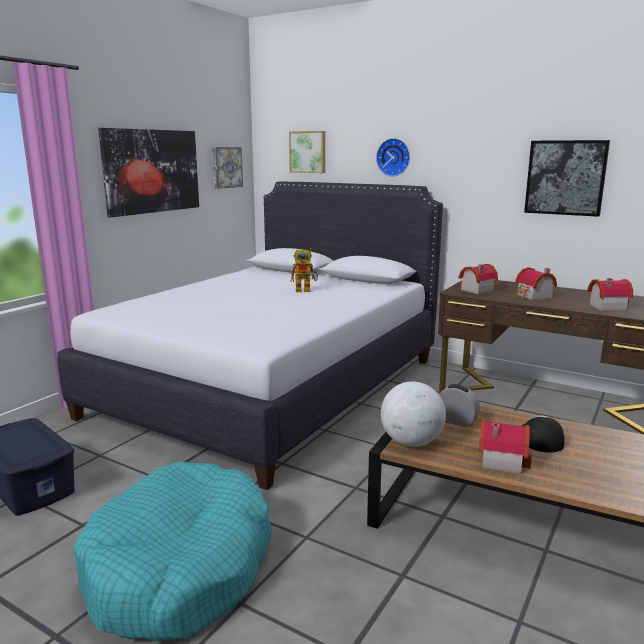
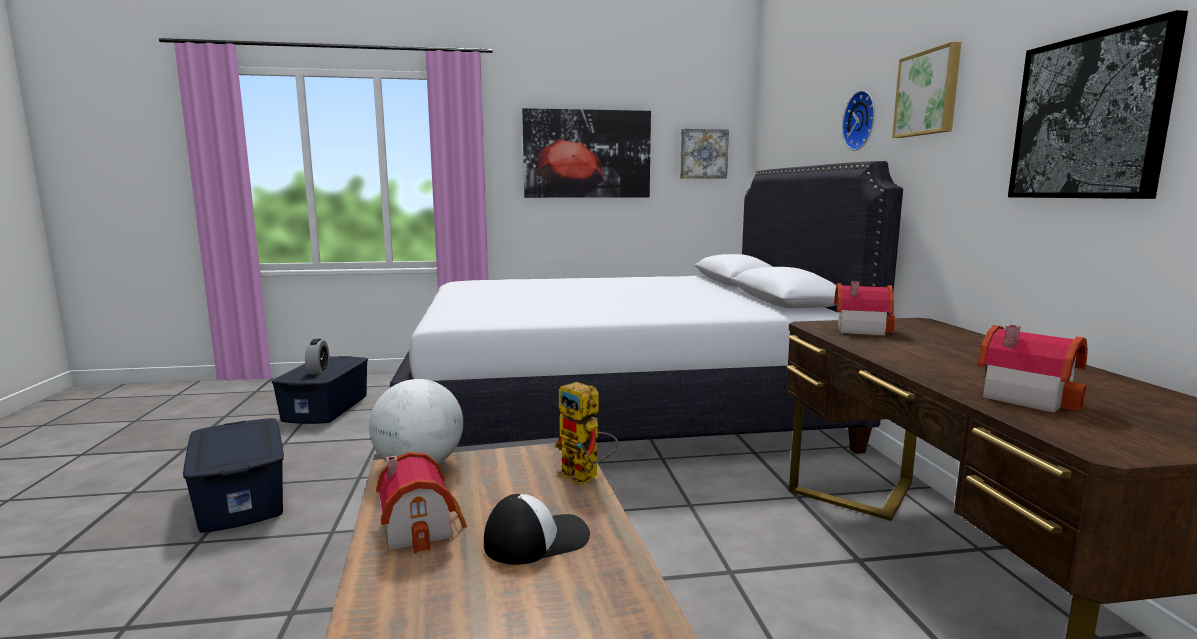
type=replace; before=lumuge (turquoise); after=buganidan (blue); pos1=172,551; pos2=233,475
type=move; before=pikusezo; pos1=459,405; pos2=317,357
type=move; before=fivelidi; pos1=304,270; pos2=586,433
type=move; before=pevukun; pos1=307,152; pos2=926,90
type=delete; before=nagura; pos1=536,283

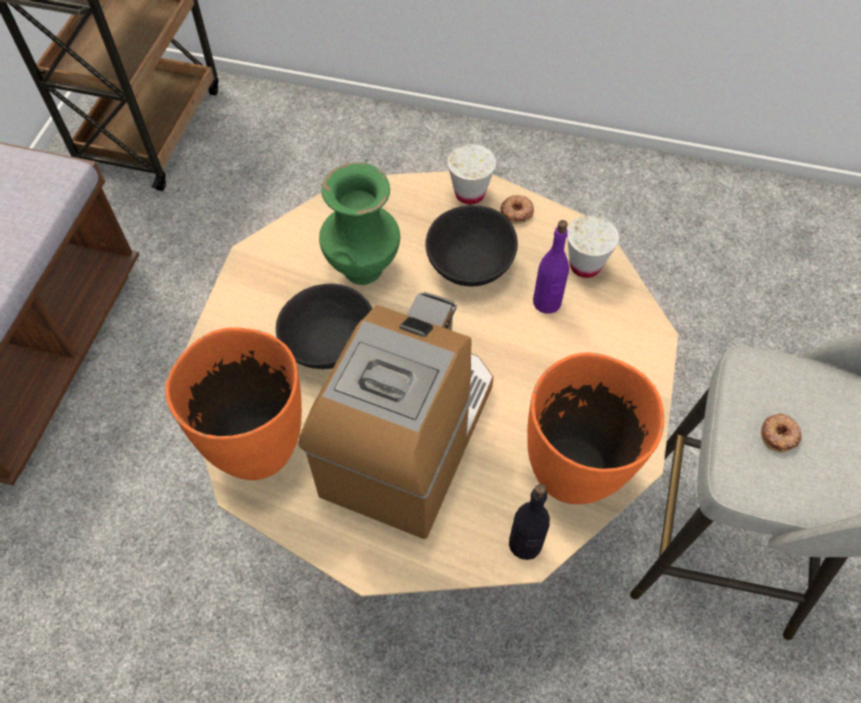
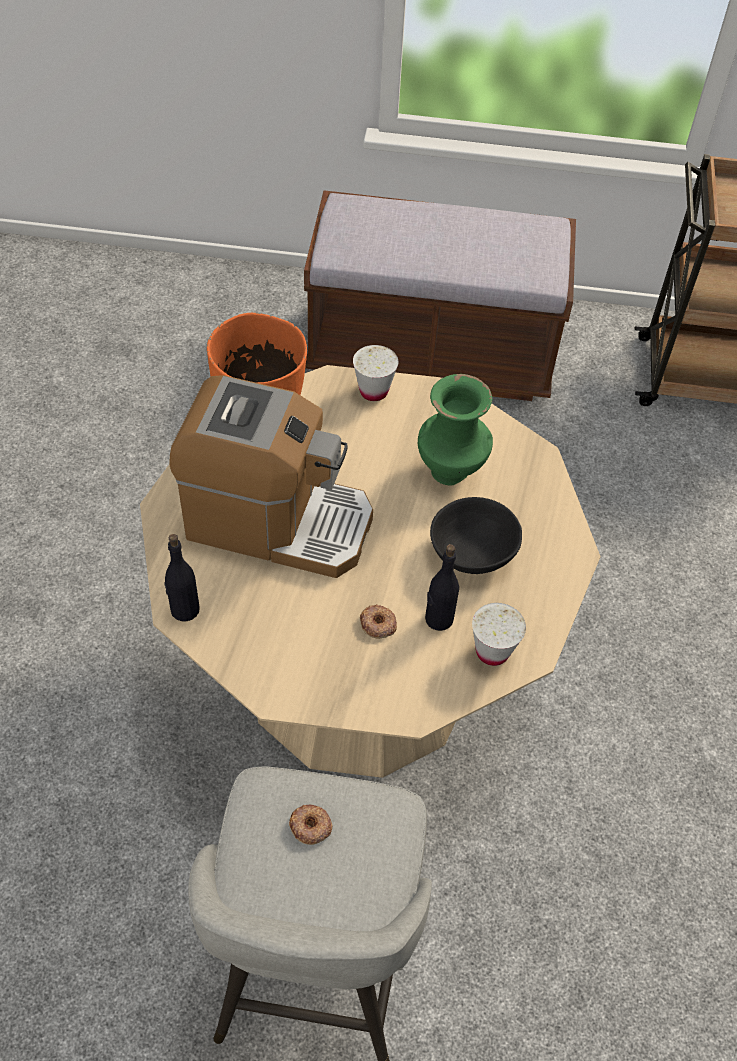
type=move; before=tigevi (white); pos1=471,174; pos2=375,373
type=move; before=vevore; pos1=517,209; pos2=378,621
type=recolor; before=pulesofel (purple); after=pulesofel (black); pos1=551,267; pos2=442,587
type=delete; before=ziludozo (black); pos1=324,326
type=delete; before=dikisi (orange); pos1=595,428

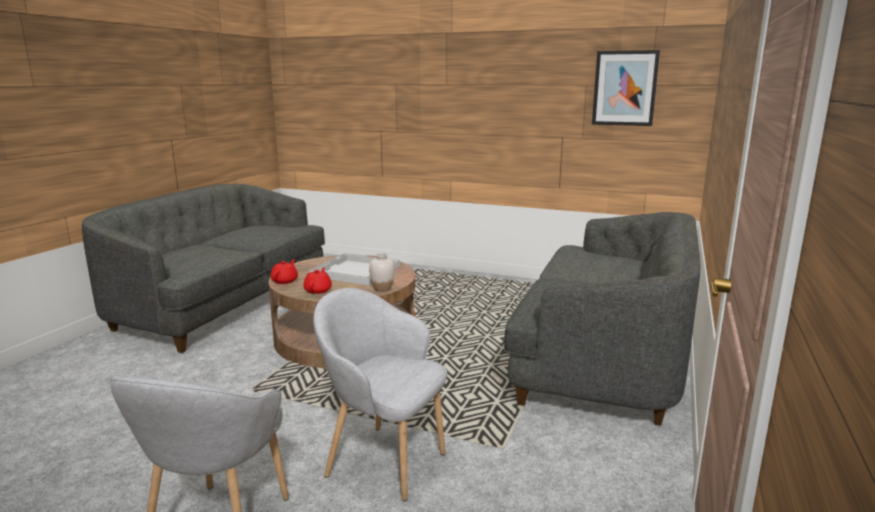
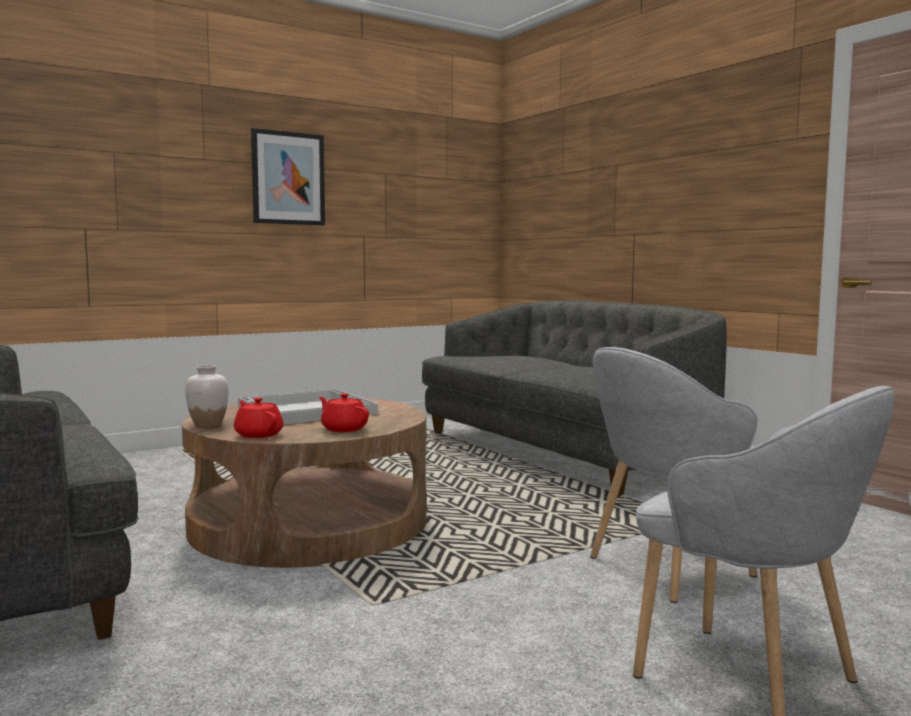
type=move; before=dikisi (white); pos1=382,272; pos2=207,396
type=move; before=pevukun; pos1=626,88; pos2=288,177

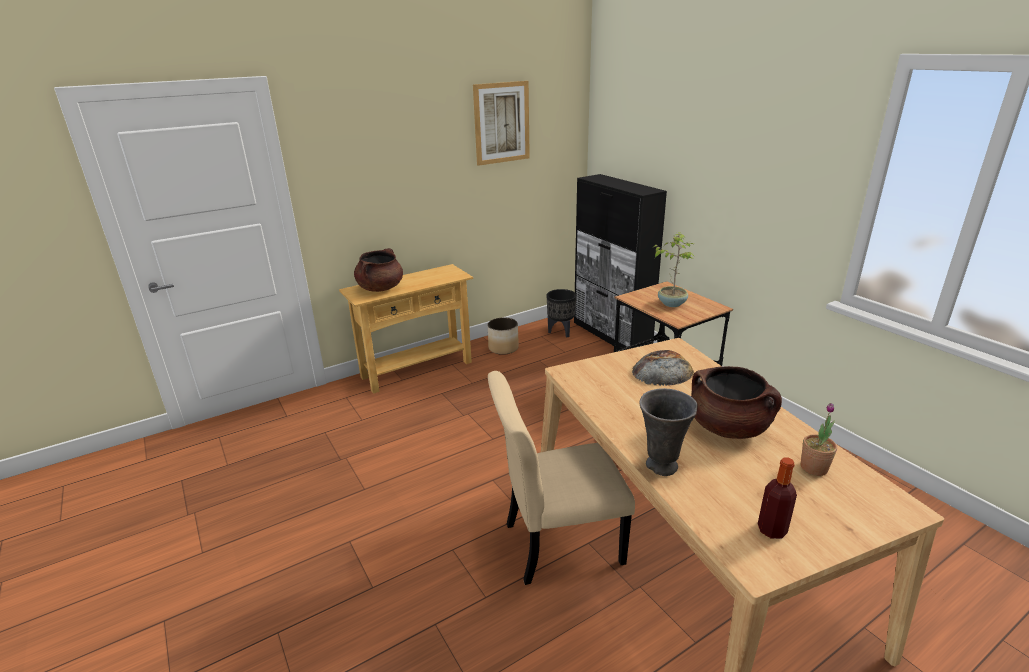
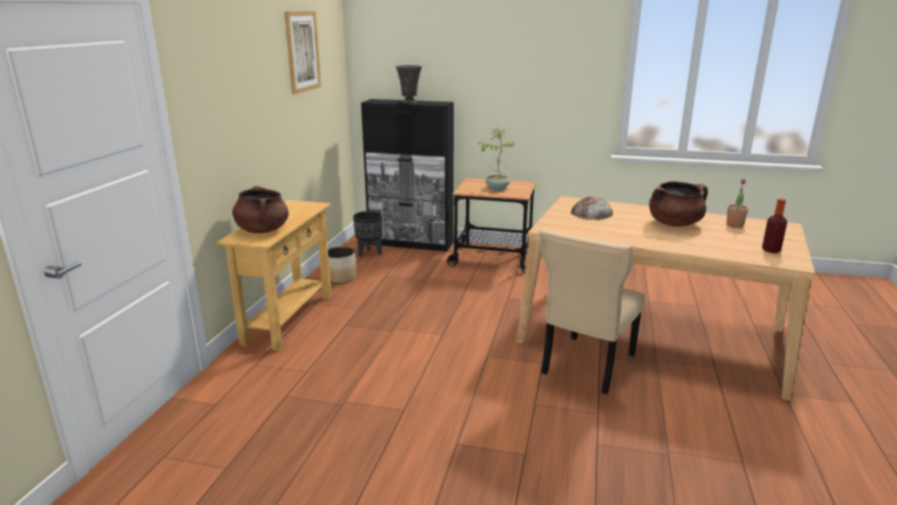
type=move; before=dikisi (grey); pos1=668,432; pos2=409,84

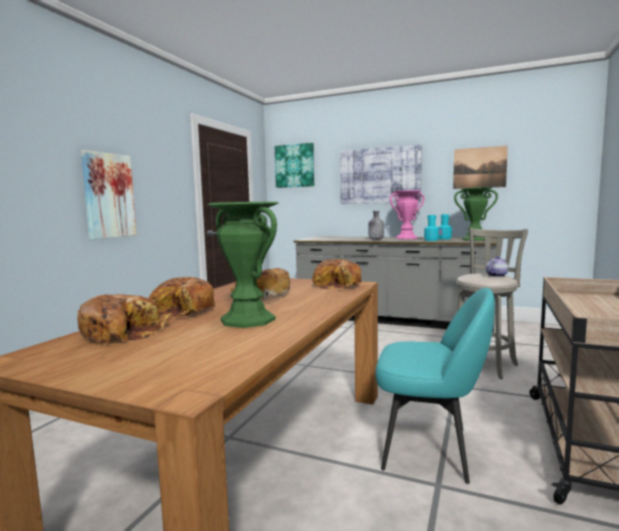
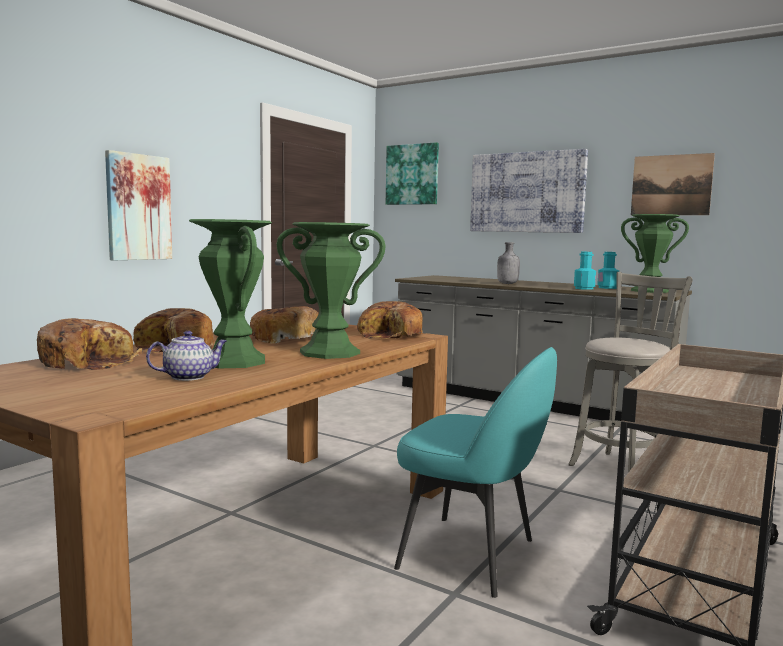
type=move; before=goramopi; pos1=497,266; pos2=186,356
type=insert; after=dikisi (green); pos2=331,290
type=delete; before=dikisi (pink); pos1=407,214

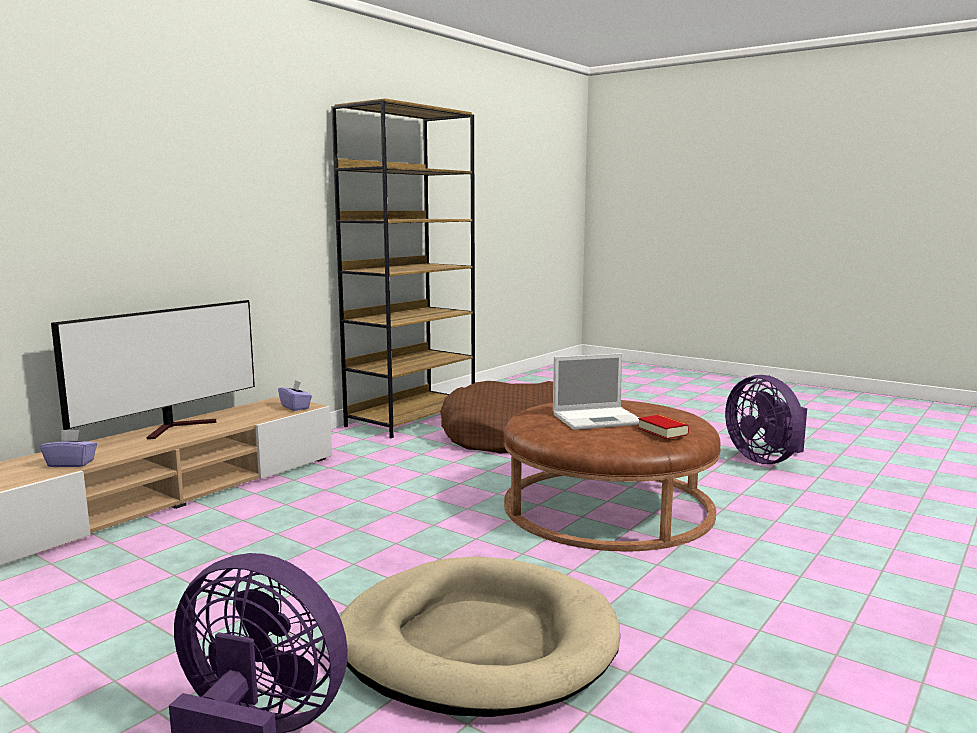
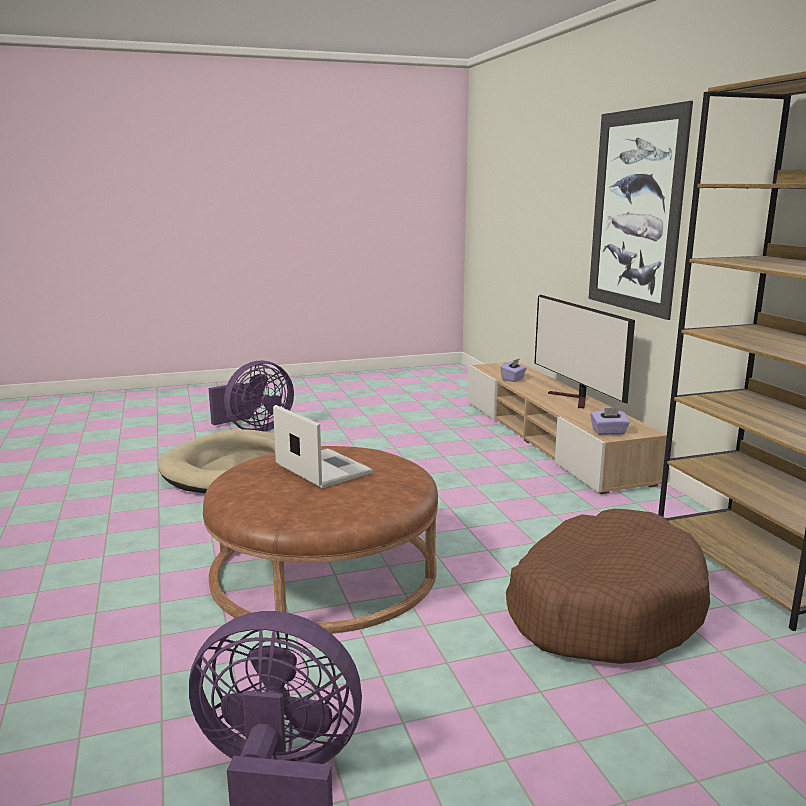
type=rotate; before=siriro; pos1=596,391; pos2=323,446; turn=120
type=insert; after=pevukun; pos2=640,210
type=delete; before=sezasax; pos1=663,427

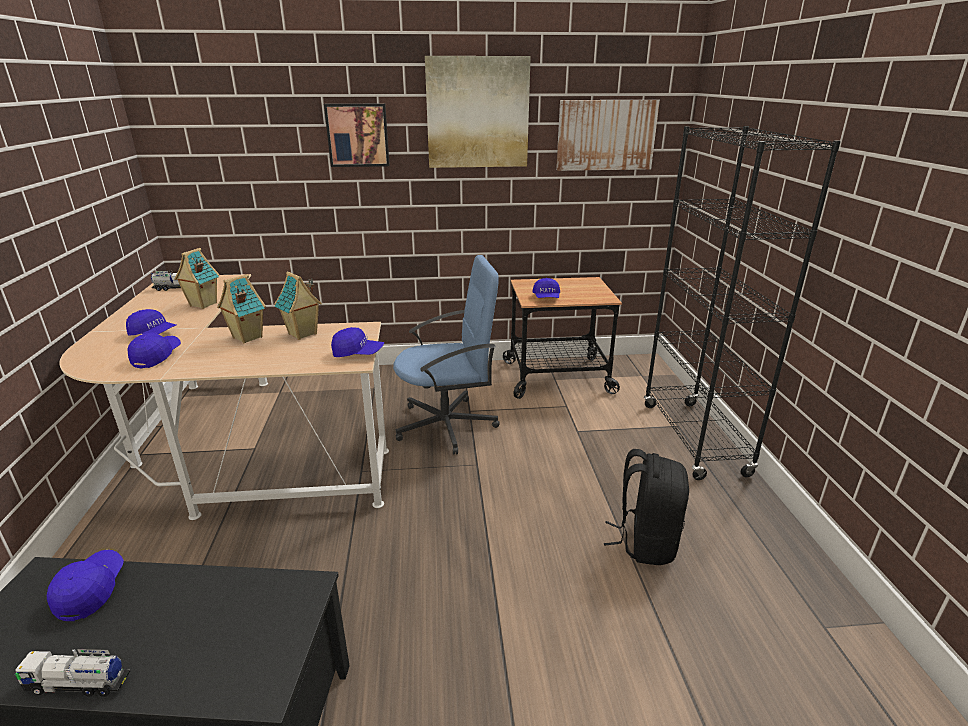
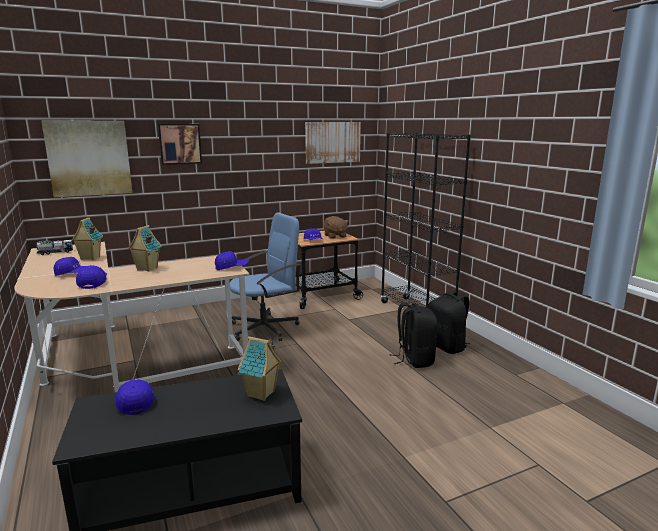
type=move; before=pevukun; pos1=478,112; pos2=87,159
type=move; before=nagura; pos1=298,305; pos2=260,368
type=insert; after=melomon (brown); pos2=336,227
type=insert; after=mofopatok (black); pos2=449,322
type=delete; before=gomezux; pos1=72,673

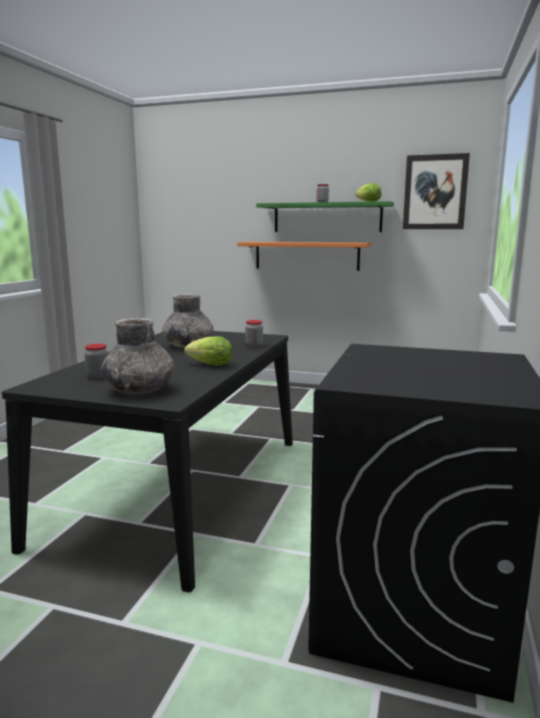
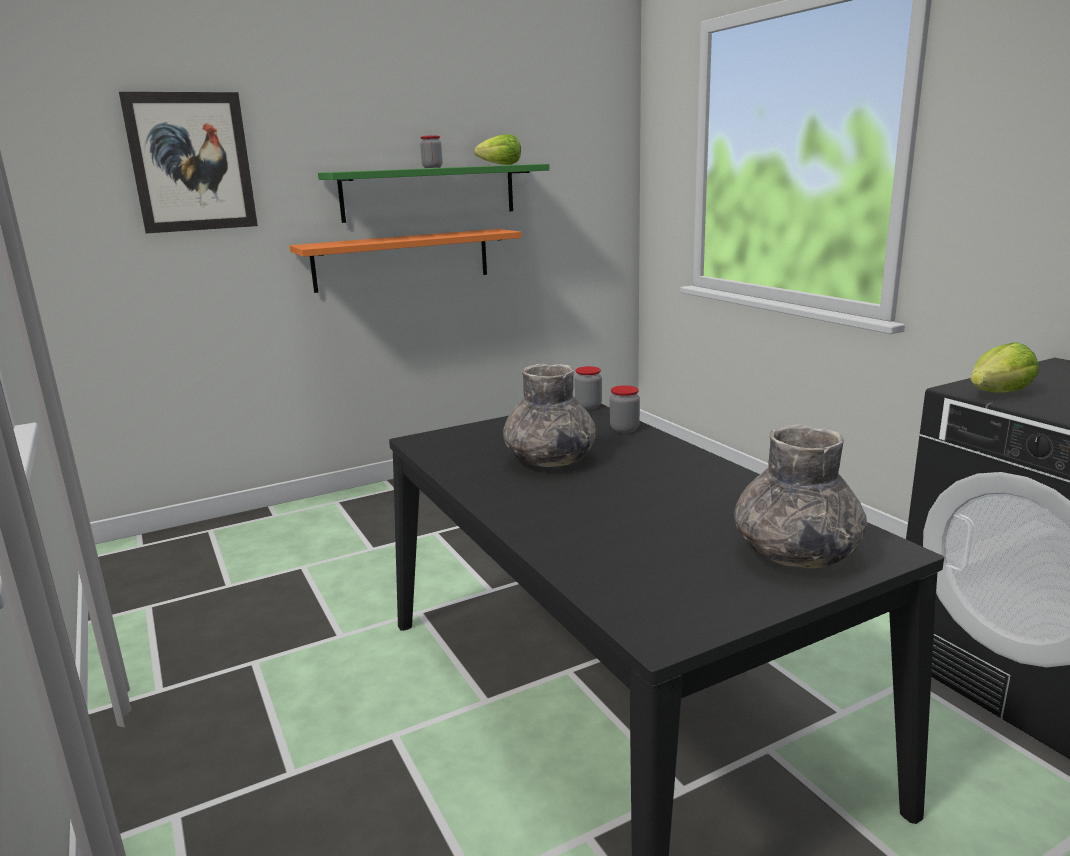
type=move; before=pevukun; pos1=436,191; pos2=188,163
type=move; before=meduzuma; pos1=96,361; pos2=588,388
type=move; before=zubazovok; pos1=208,351; pos2=1004,367

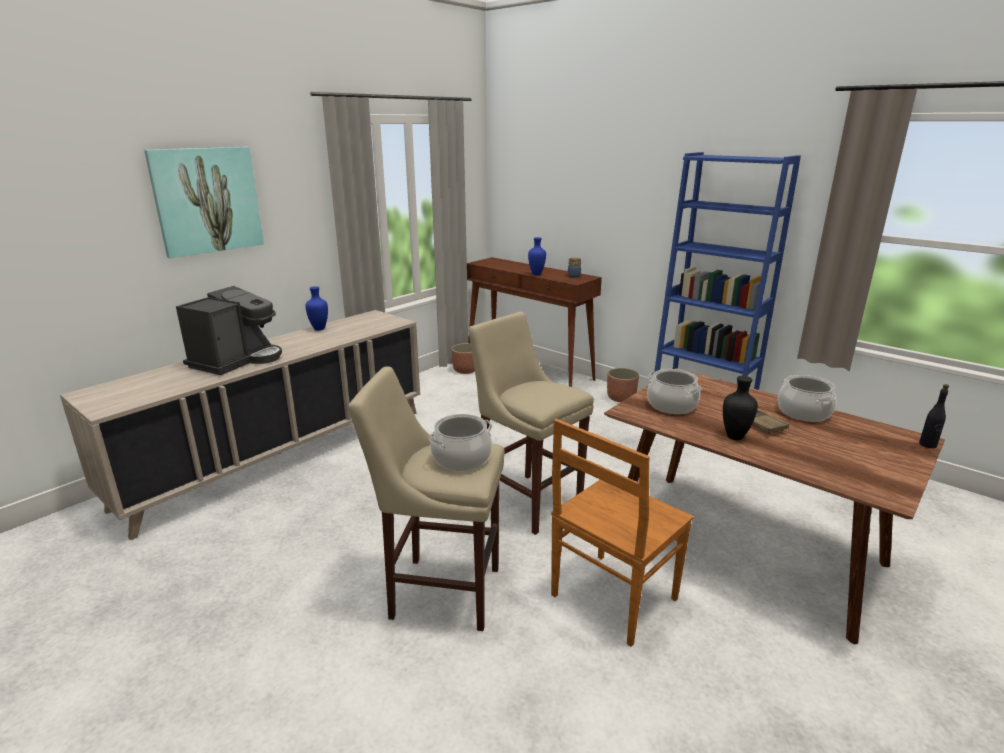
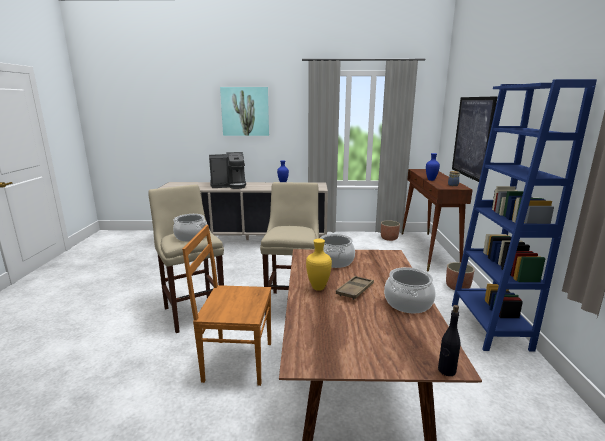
type=recolor; before=dikisi (black); after=dikisi (yellow); pos1=740,408; pos2=319,265
type=insert; after=pevukun; pos2=475,139

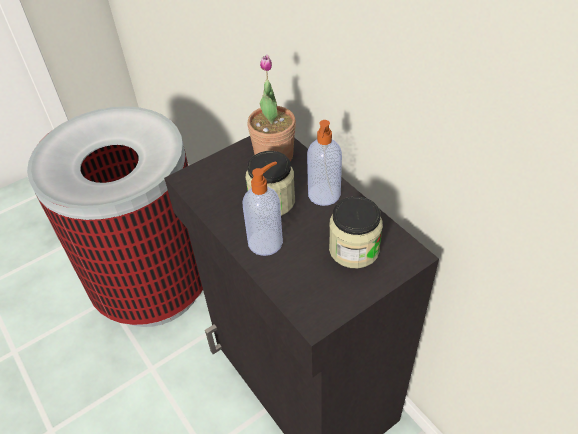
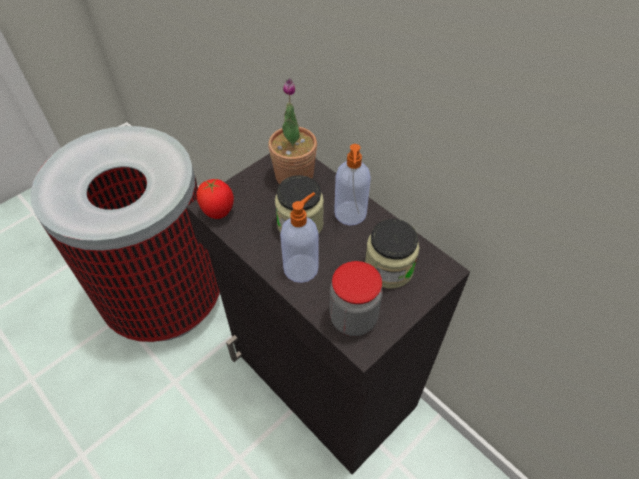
type=insert; after=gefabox; pos2=215,199
type=insert; after=meduzuma; pos2=355,298

